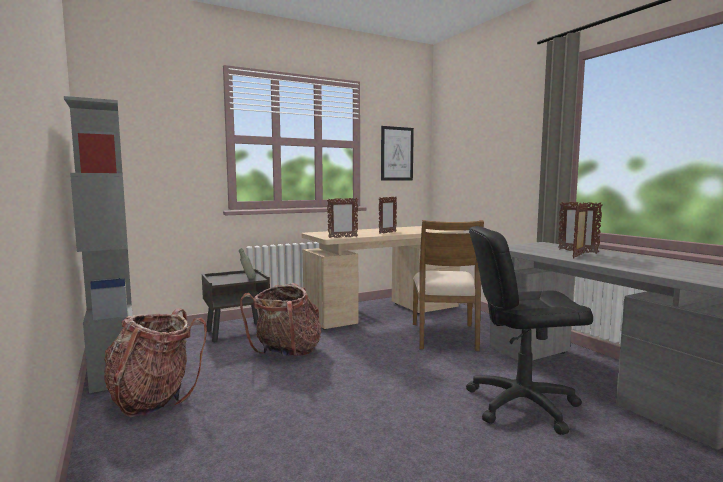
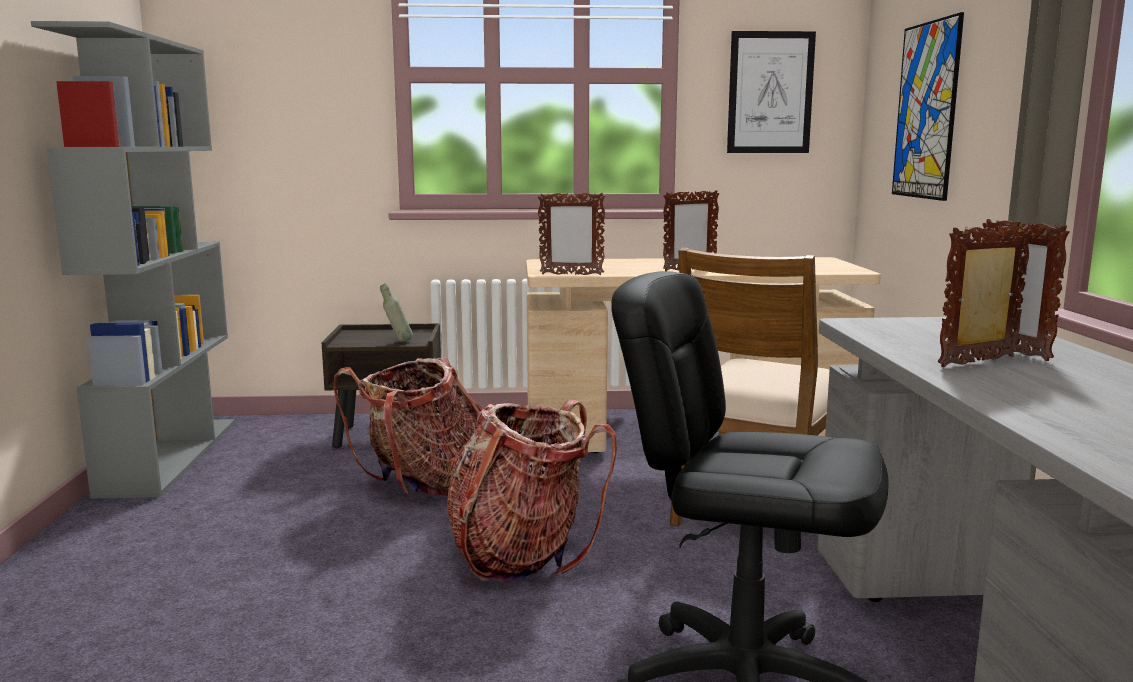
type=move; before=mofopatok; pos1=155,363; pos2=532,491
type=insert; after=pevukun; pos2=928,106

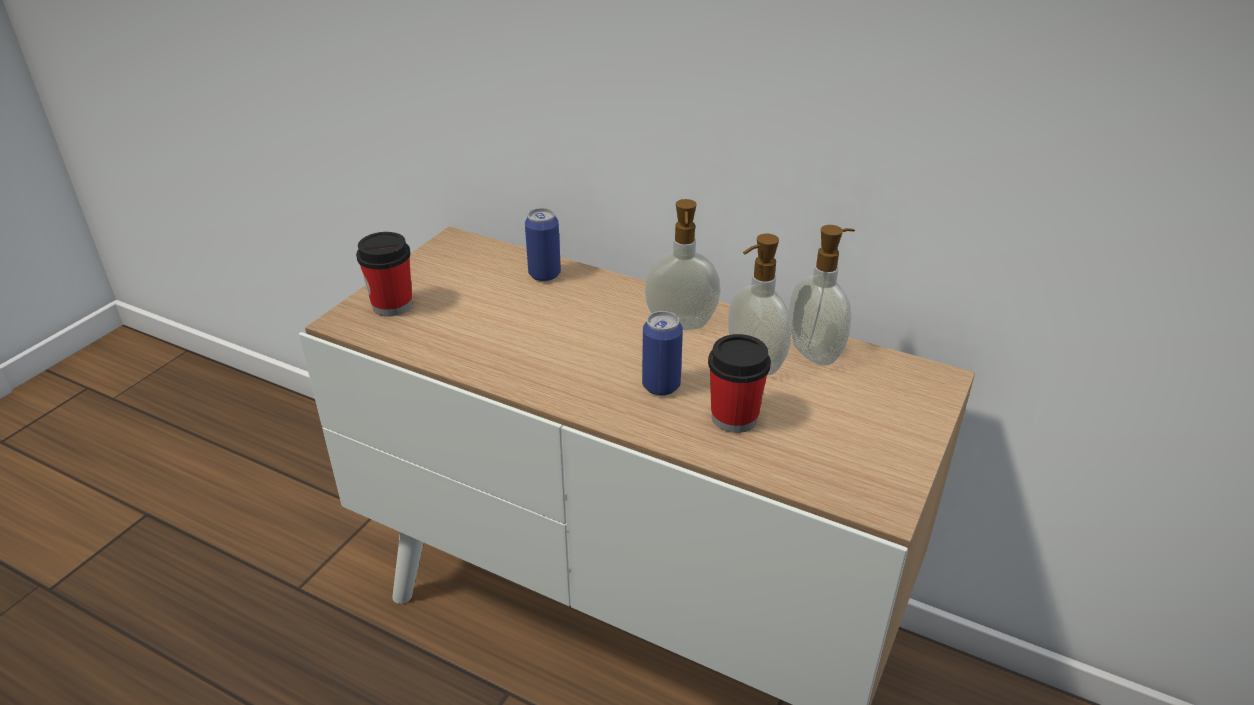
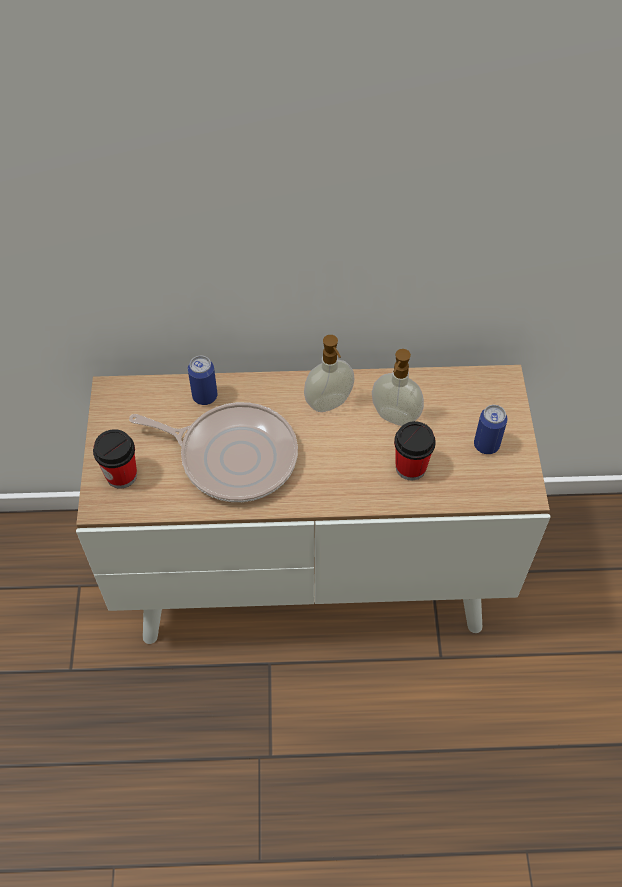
type=insert; after=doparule; pos2=213,452
type=move; before=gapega; pos1=662,353; pos2=491,429
type=delete; before=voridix; pos1=822,295

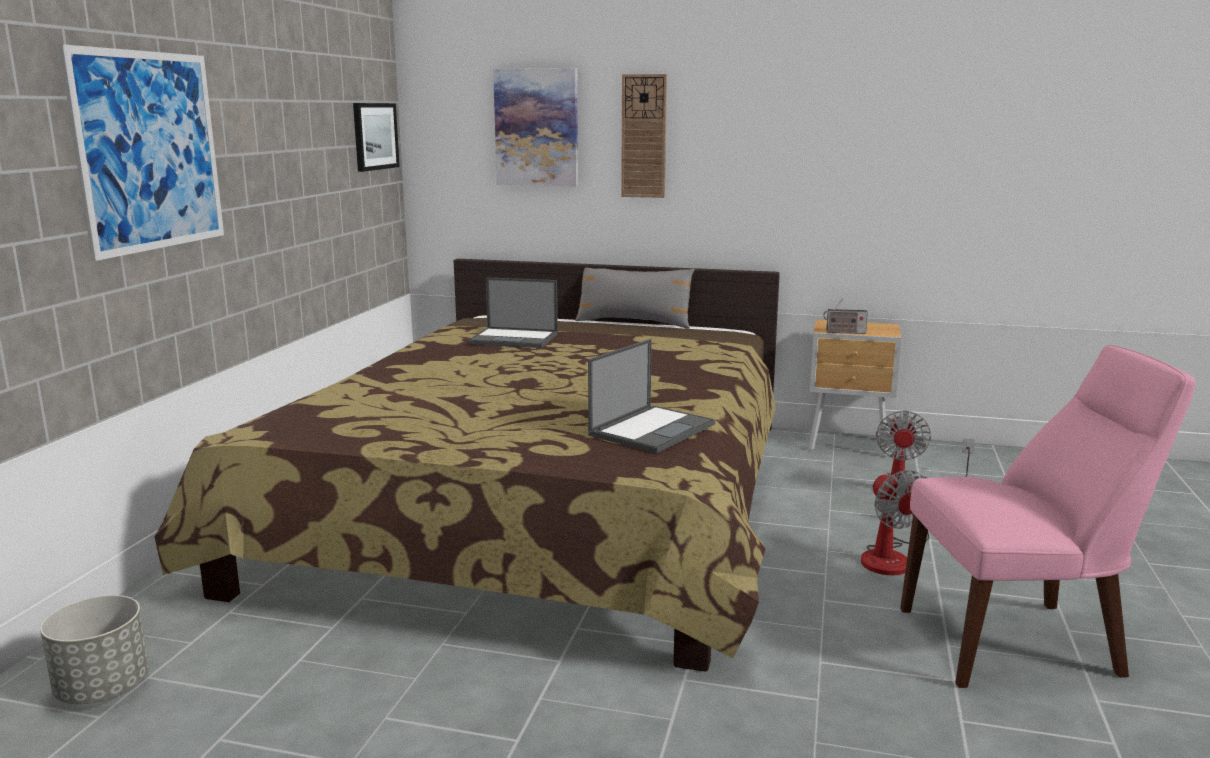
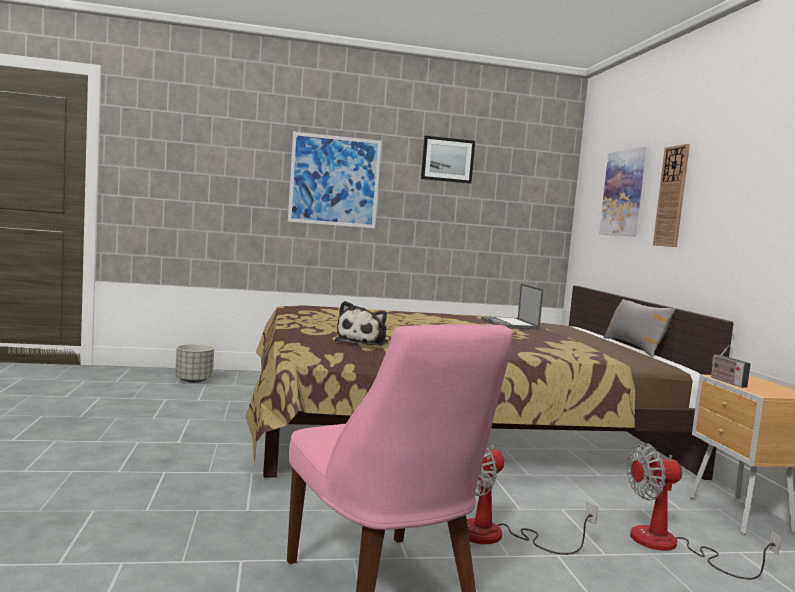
type=replace; before=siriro; after=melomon; pos1=651,396; pos2=361,323
type=move; before=pevukun; pos1=376,137; pos2=448,160

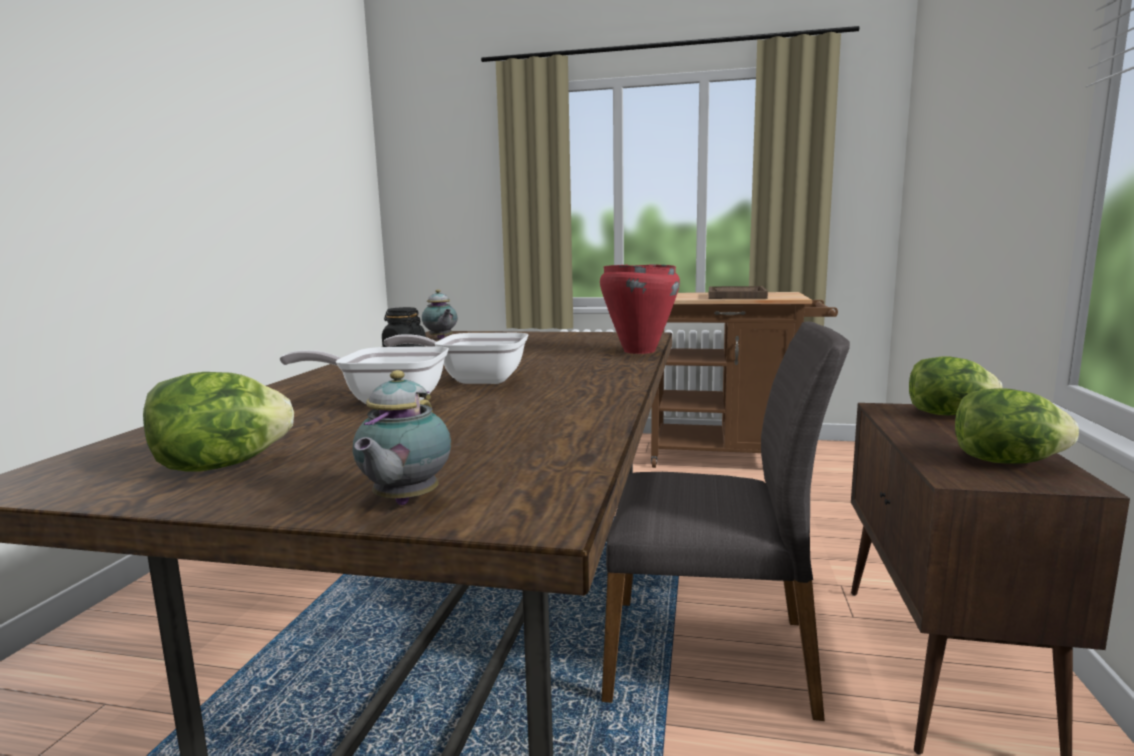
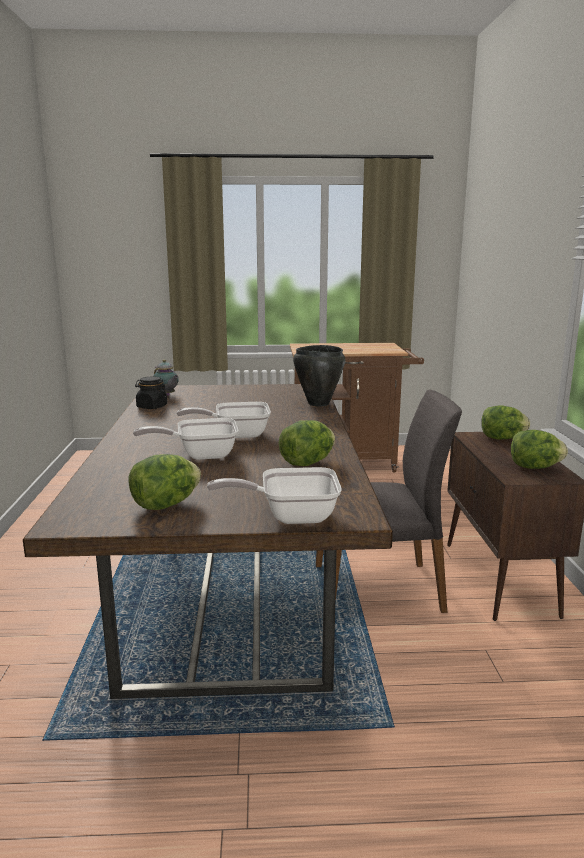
type=replace; before=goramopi; after=doparule; pos1=402,437; pos2=274,495
type=insert; after=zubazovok; pos2=307,443
type=recolor; before=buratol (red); after=buratol (black); pos1=640,309; pos2=319,375
type=delete; before=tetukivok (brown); pos1=738,292

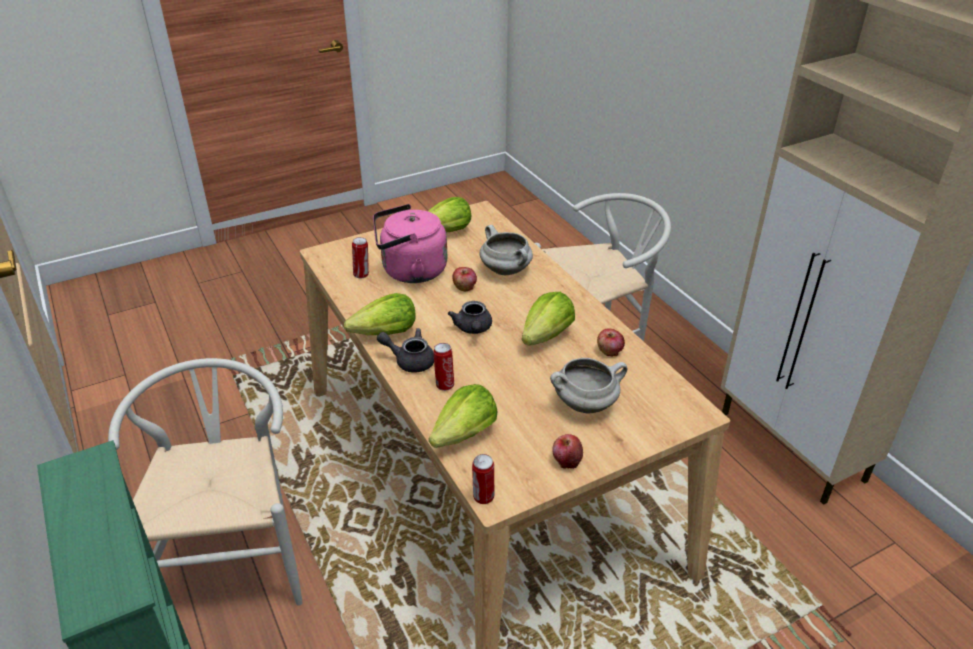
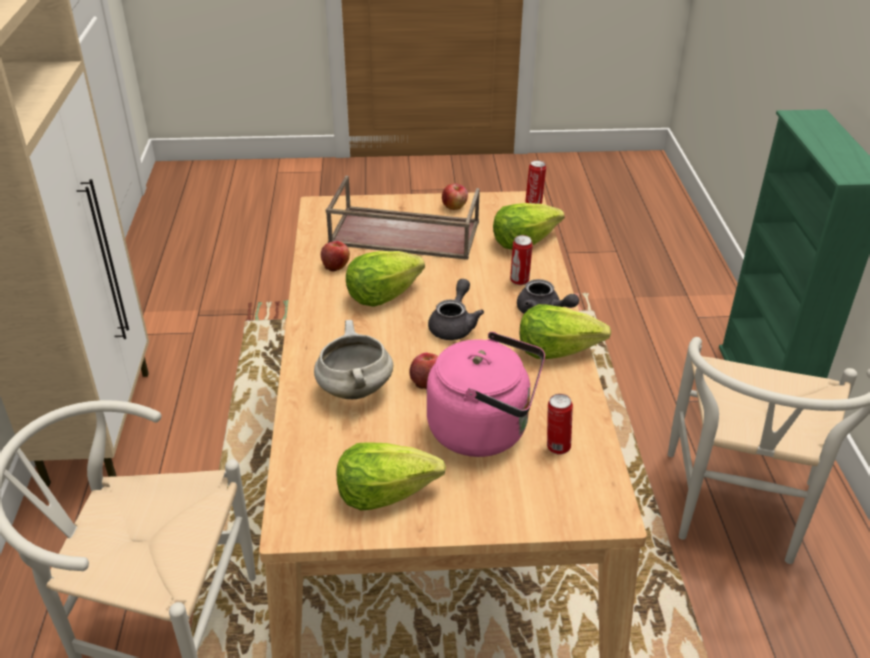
type=replace; before=buratol (white); after=tetukivok (brown); pos1=588,386; pos2=403,218

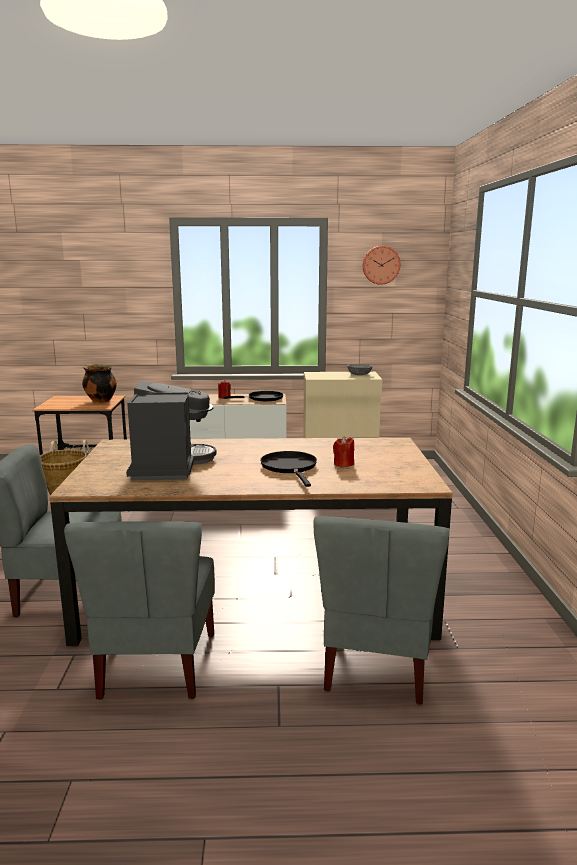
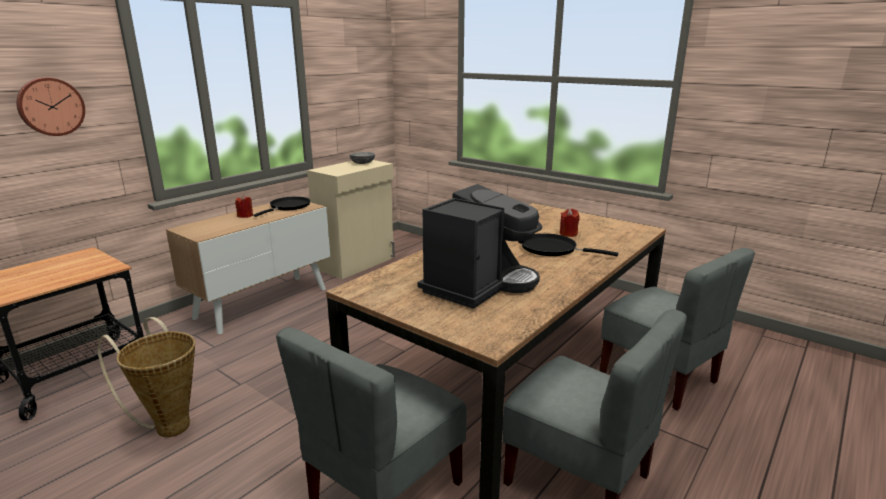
type=move; before=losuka; pos1=381,265; pos2=50,106
type=rotate; before=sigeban; pos1=171,431; pos2=479,246; turn=90
type=delete; before=buratol; pos1=99,383

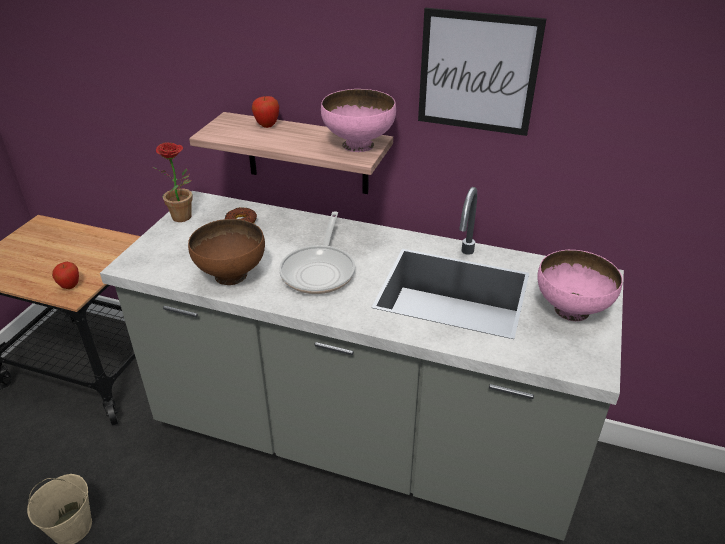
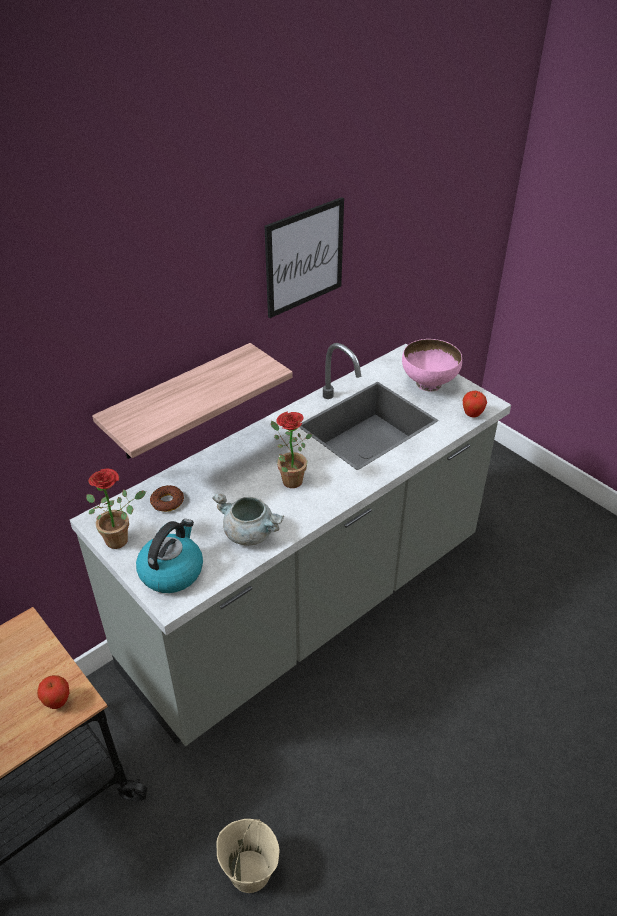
type=insert; after=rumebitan; pos2=169,556
type=replace; before=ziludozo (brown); after=buratol (grey); pos1=226,252; pos2=248,520
type=replace; before=doparule; after=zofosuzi; pos1=317,252; pos2=291,450
type=move; before=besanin; pos1=265,112; pos2=475,404
type=delete; before=ziludozo (pink); pos1=358,120

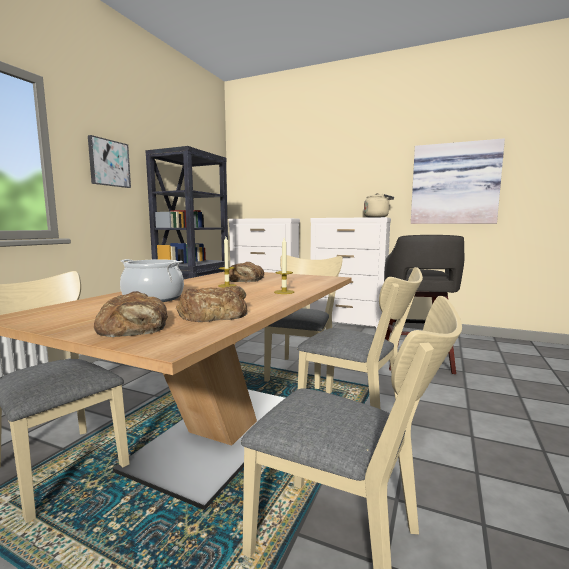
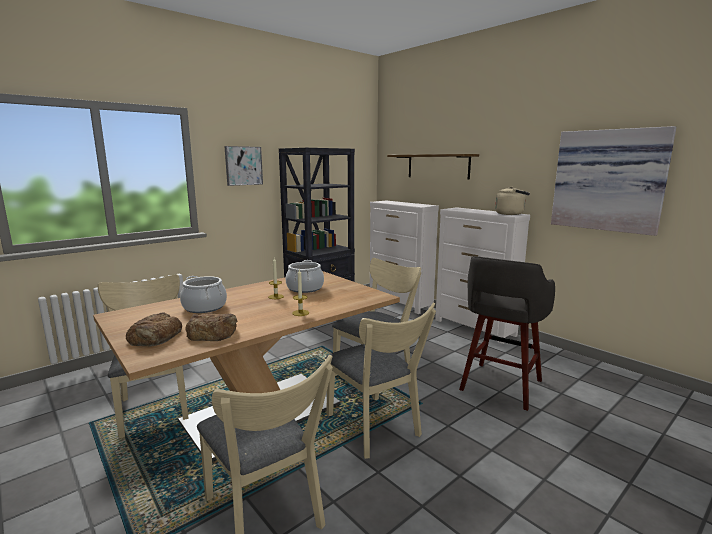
type=replace; before=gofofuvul; after=buratol; pos1=246,272; pos2=305,276
type=insert; after=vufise; pos2=433,166

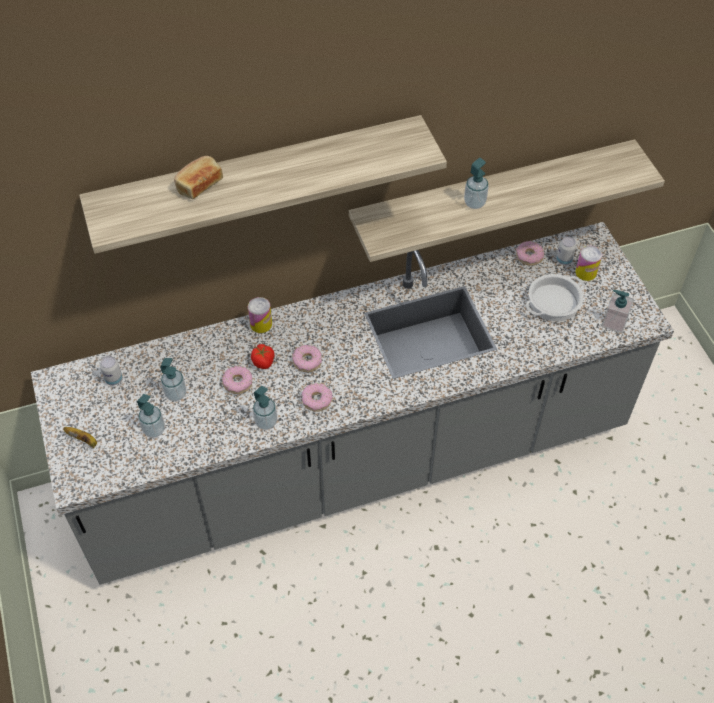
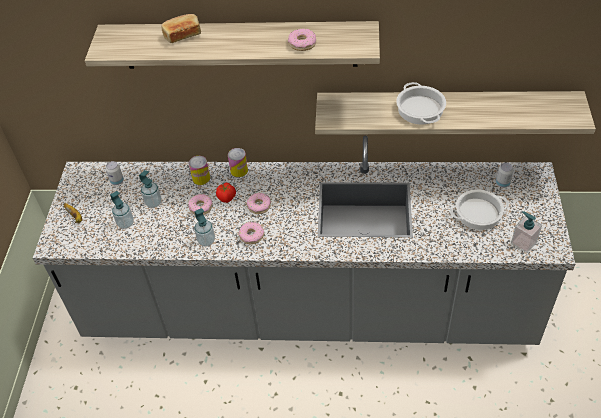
type=move; before=gapega; pos1=588,263; pos2=199,170
type=move; before=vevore; pos1=530,253; pos2=302,40
type=replace; before=voridix; after=buratol; pos1=476,183; pos2=421,103

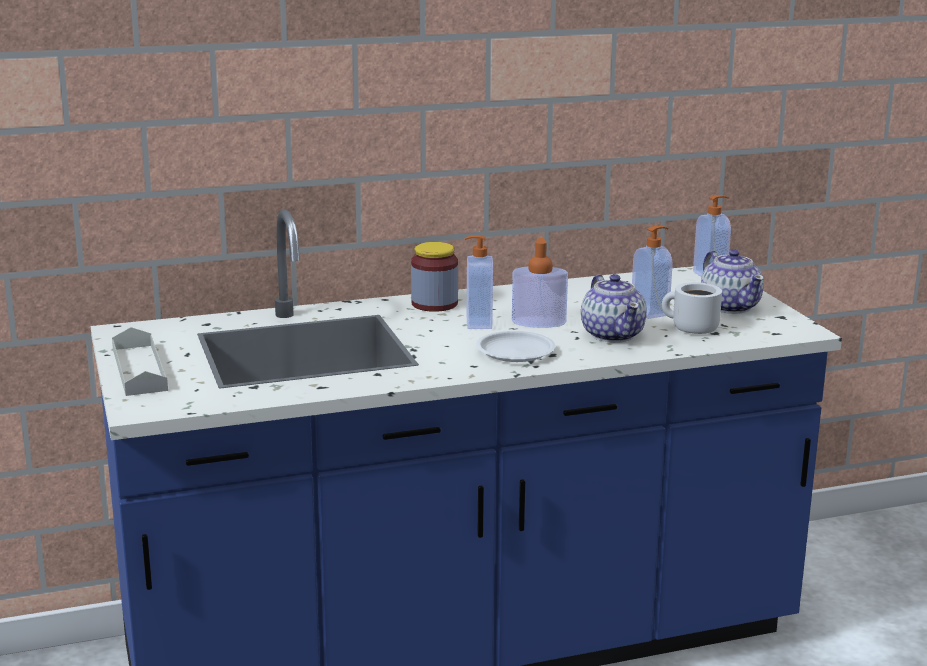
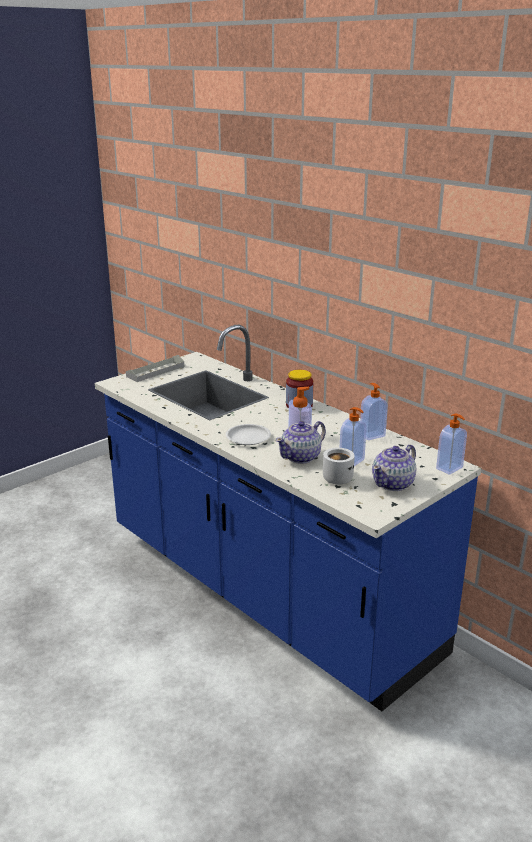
type=move; before=voridix; pos1=478,282; pos2=374,411

